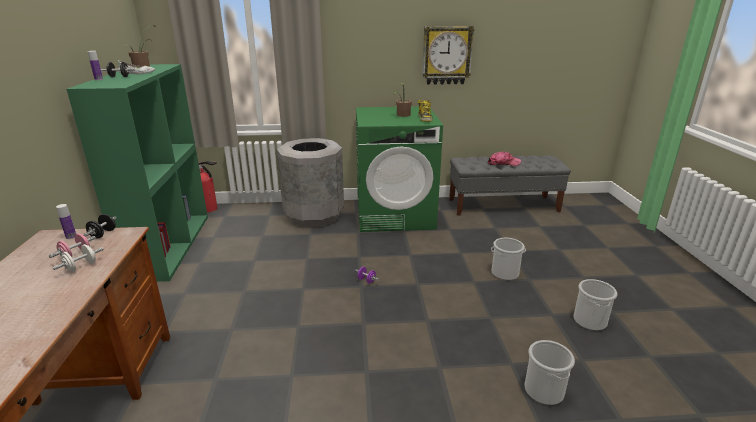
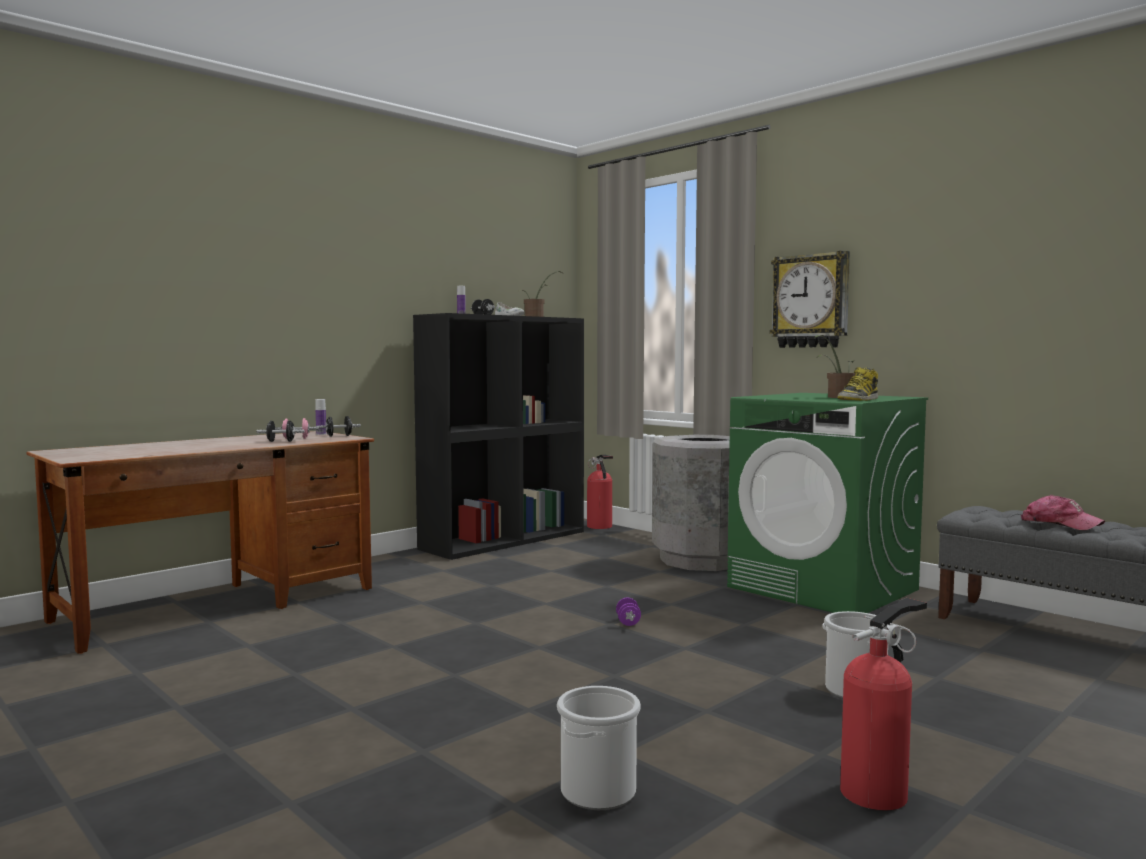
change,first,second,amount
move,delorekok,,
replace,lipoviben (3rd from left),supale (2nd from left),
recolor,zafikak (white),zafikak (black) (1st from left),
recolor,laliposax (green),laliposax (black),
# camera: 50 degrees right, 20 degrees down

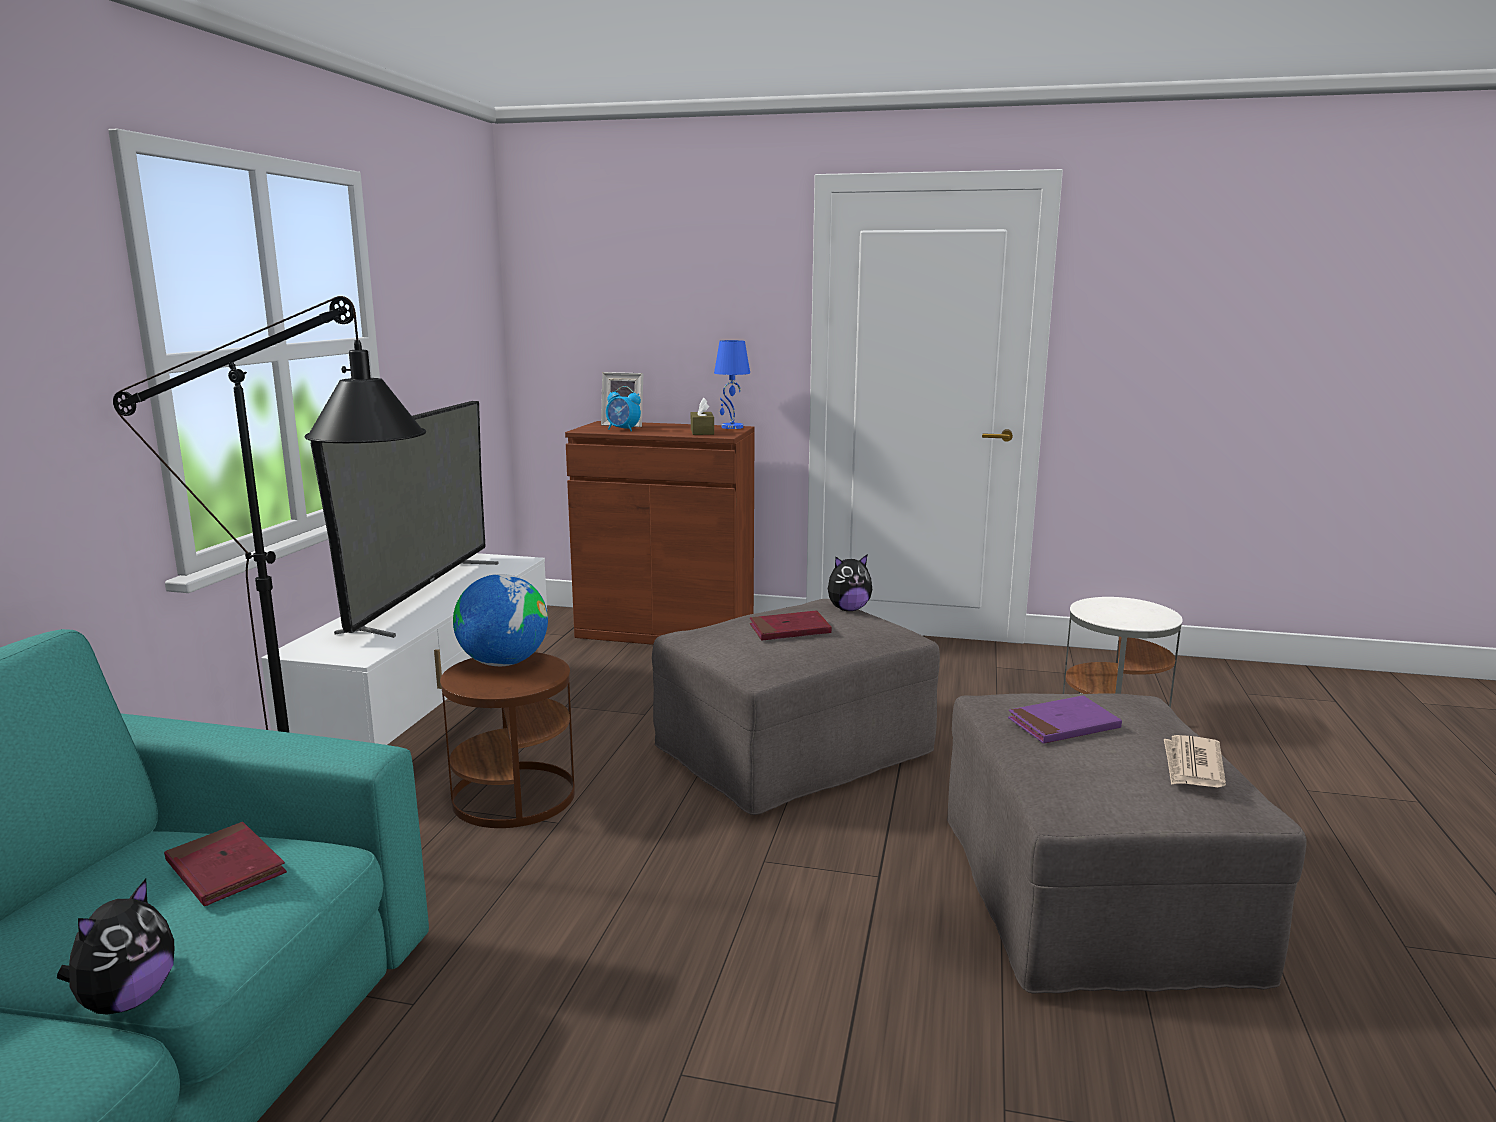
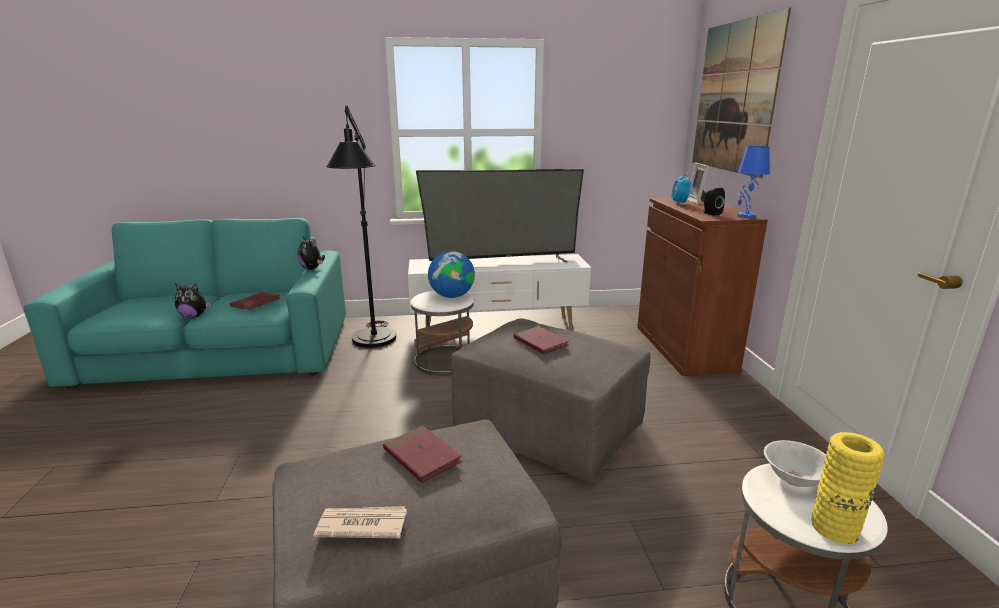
change,first,second,amount
insert,,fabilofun,
insert,,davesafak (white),
insert,,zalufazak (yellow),
move,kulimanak (2nd from left),,
replace,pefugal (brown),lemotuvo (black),
recolor,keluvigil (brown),keluvigil (white) (1st from left),
recolor,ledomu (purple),ledomu (red) (2nd from left),
# camera: 70 degrees right, 5 degrees up

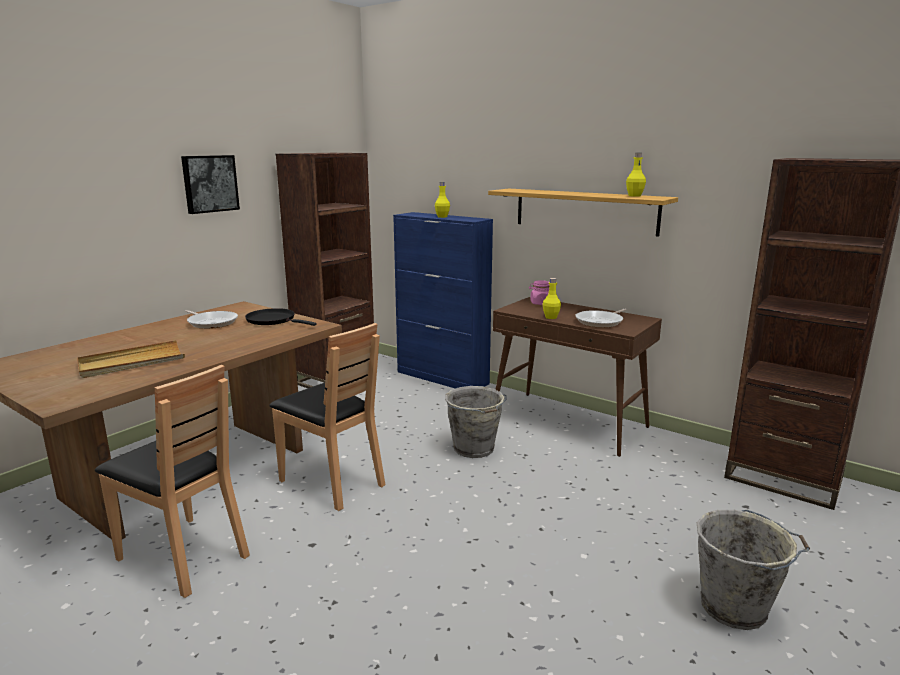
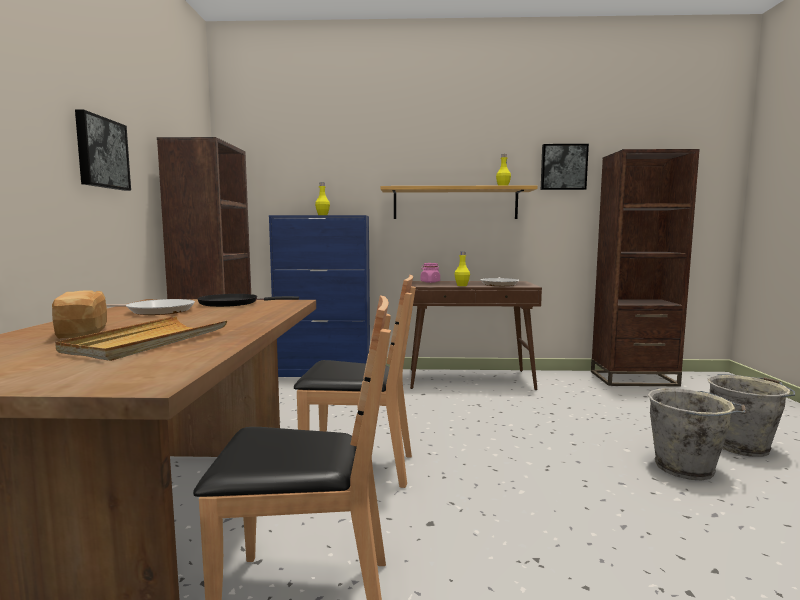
change,first,second,amount
insert,,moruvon,
insert,,fabilofun (2nd from left),
move,lipoviben (grey) (1st from left),,
# camera: 35 degrees left, 10 degrees down

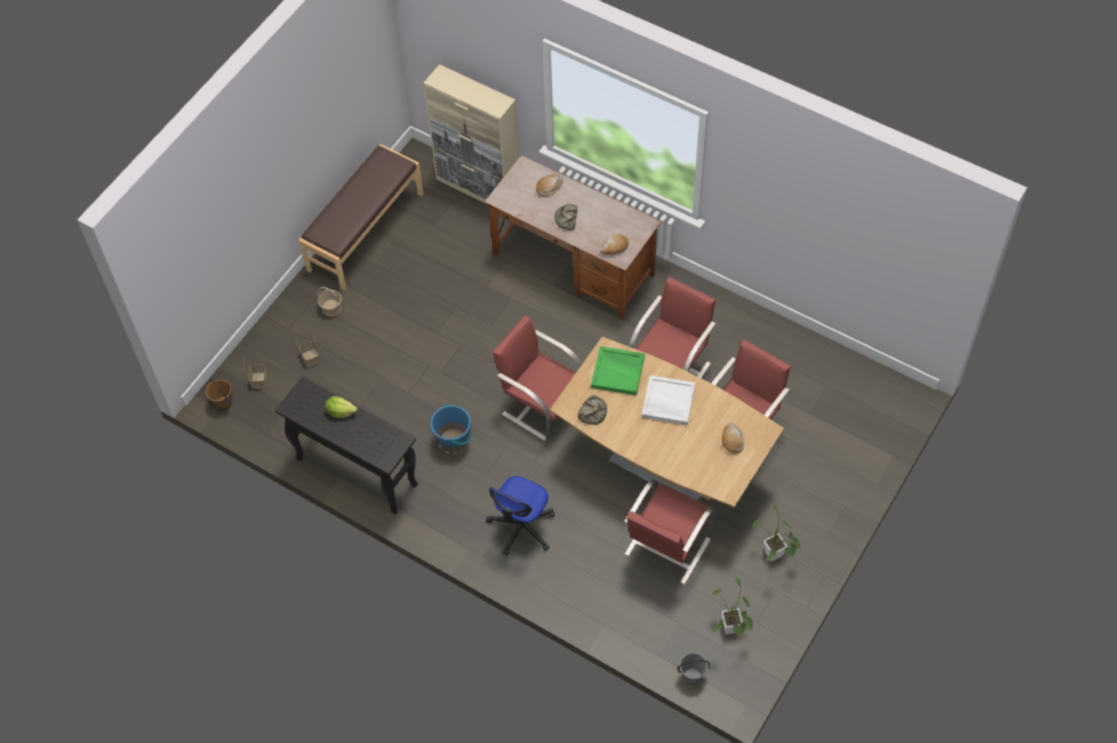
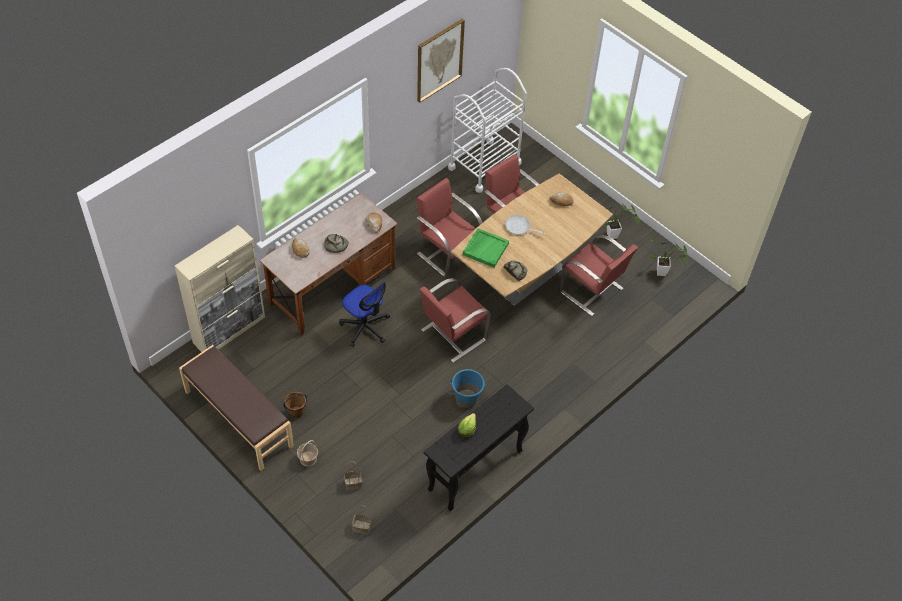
change,first,second,amount
delete,lipoviben (grey),,
insert,,fabilofun,
insert,,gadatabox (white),
move,lipoviben (brown),,
move,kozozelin,,
replace,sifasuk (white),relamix,
# camera: 80 degrees left, 5 degrees down

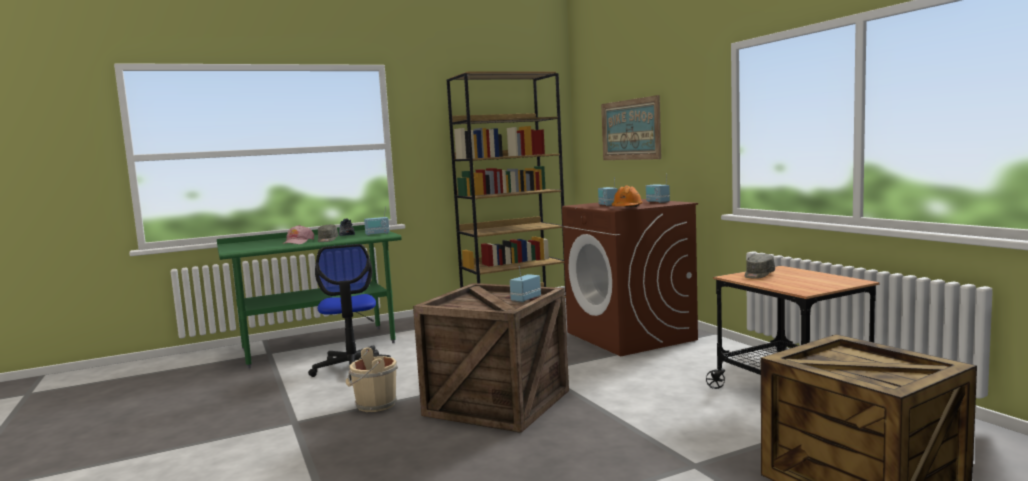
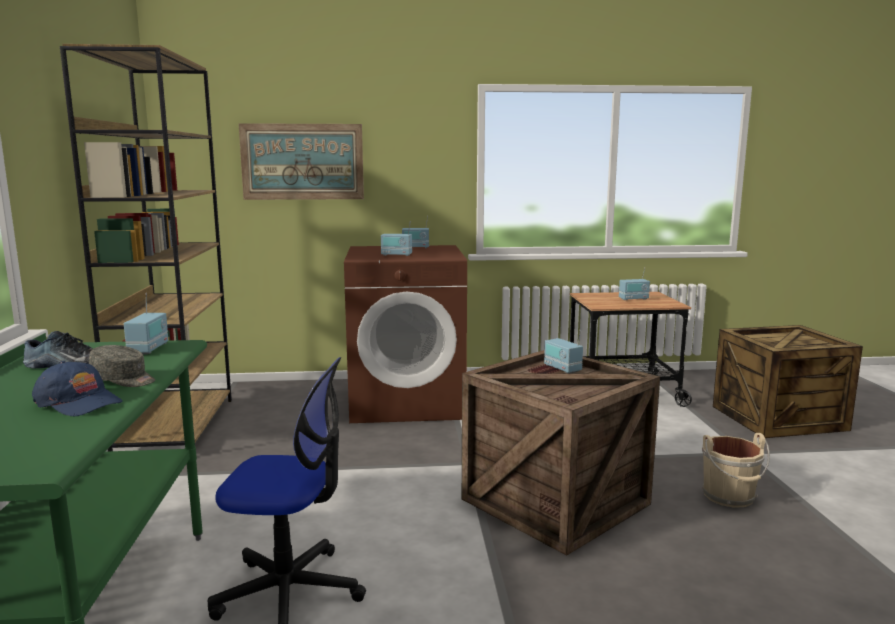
change,first,second,amount
delete,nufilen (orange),,
delete,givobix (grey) (2nd from left),,
insert,,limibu (5th from left),
move,lipoviben (beige),,
recolor,givobix (pink),givobix (blue),
# camera: 70 degrees left, 5 degrees up

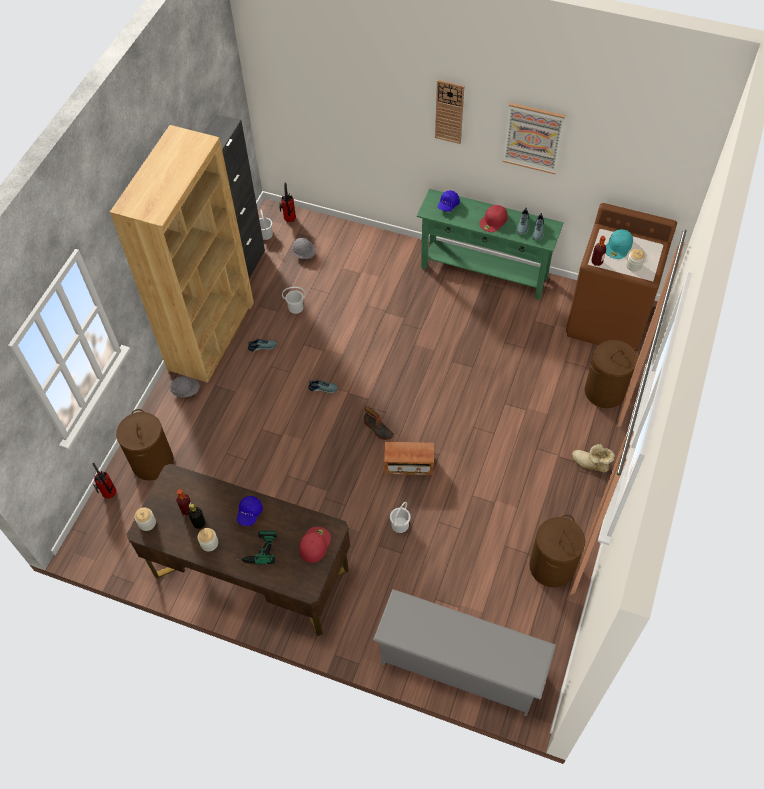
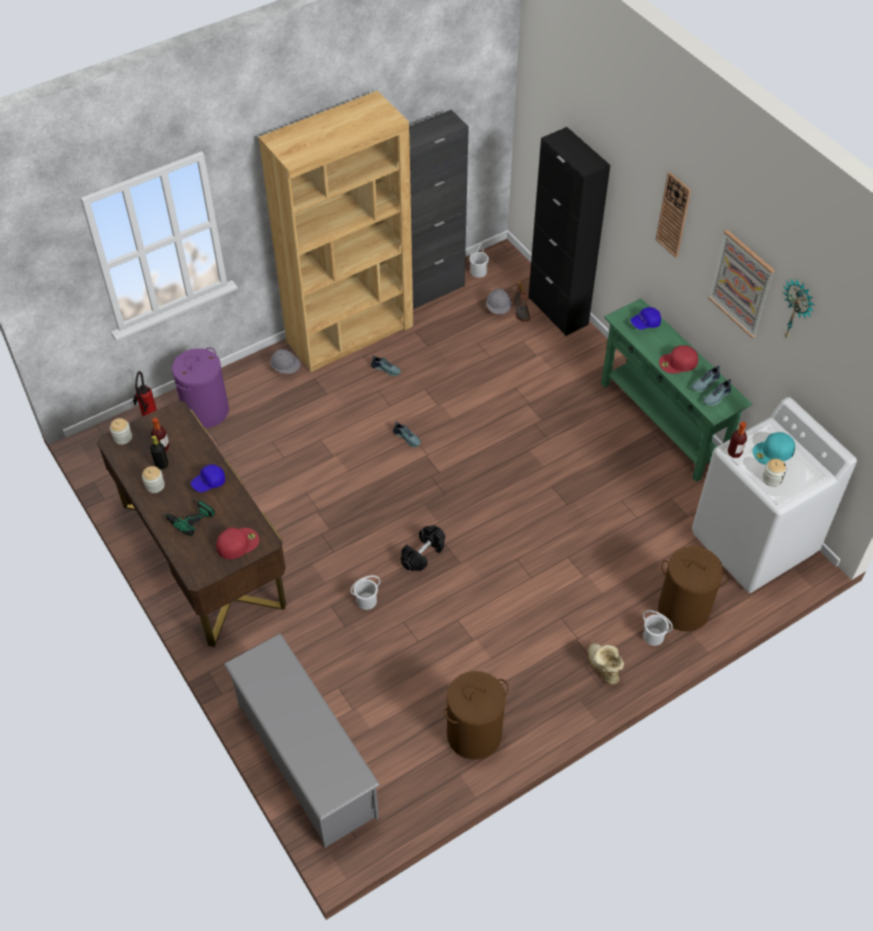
change,first,second,amount
delete,supale (2nd from left),,
insert,,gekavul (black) (2nd from left),
insert,,delorekok (2nd from left),
move,lipoviben (white) (2nd from left in the first image),lipoviben (white) (3rd from left),
move,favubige (1st from left),,
replace,limibu,zafikak (black),
recolor,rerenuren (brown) (1st from left),rerenuren (purple),
recolor,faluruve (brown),faluruve (white),
# camera: 35 degrees right, 5 degrees down

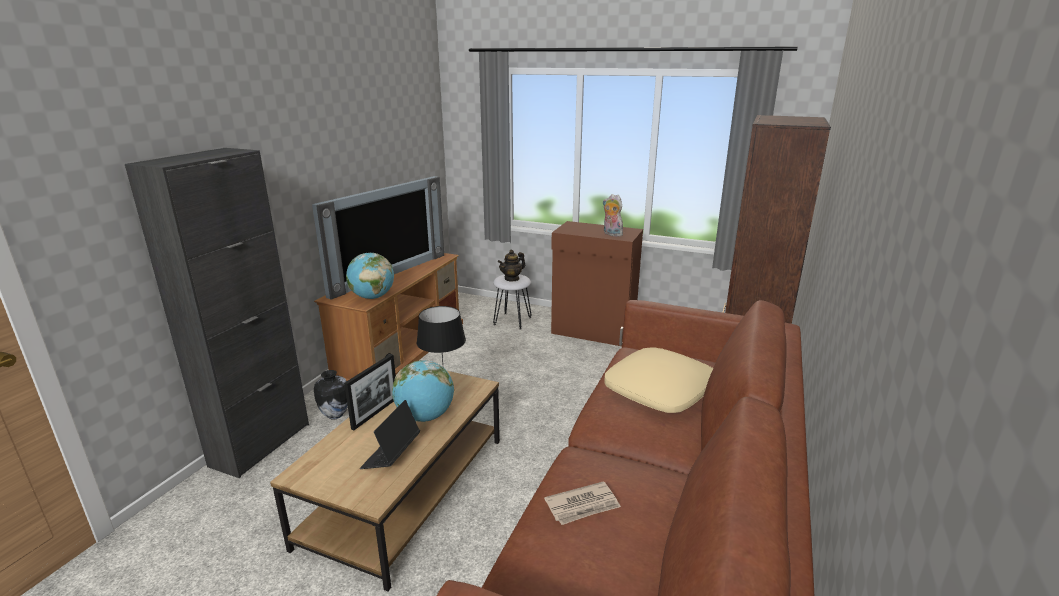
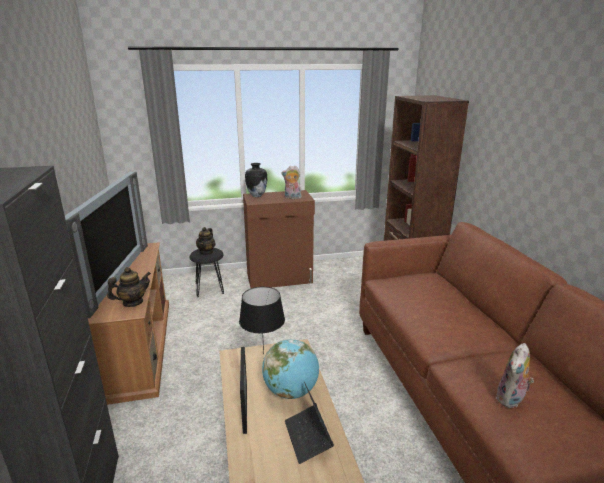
change,first,second,amount
delete,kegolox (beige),,
move,zalufazak,,
replace,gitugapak (1st from left),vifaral (1st from left),
replace,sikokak,kulimanak (2nd from left),
recolor,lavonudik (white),lavonudik (black),
# camera: 35 degrees left, 0 degrees up

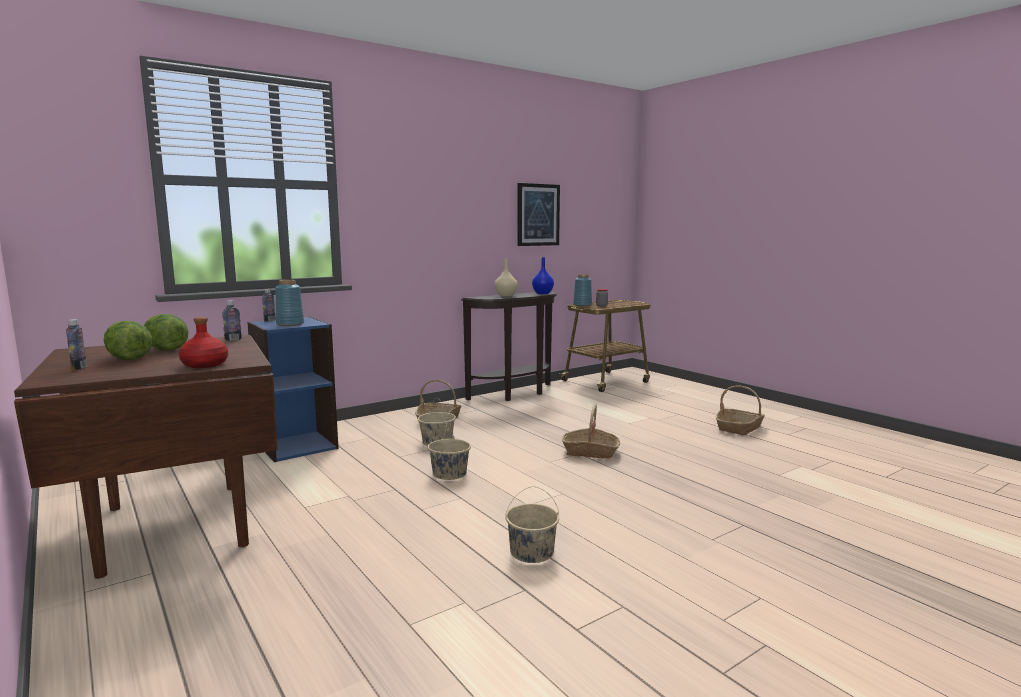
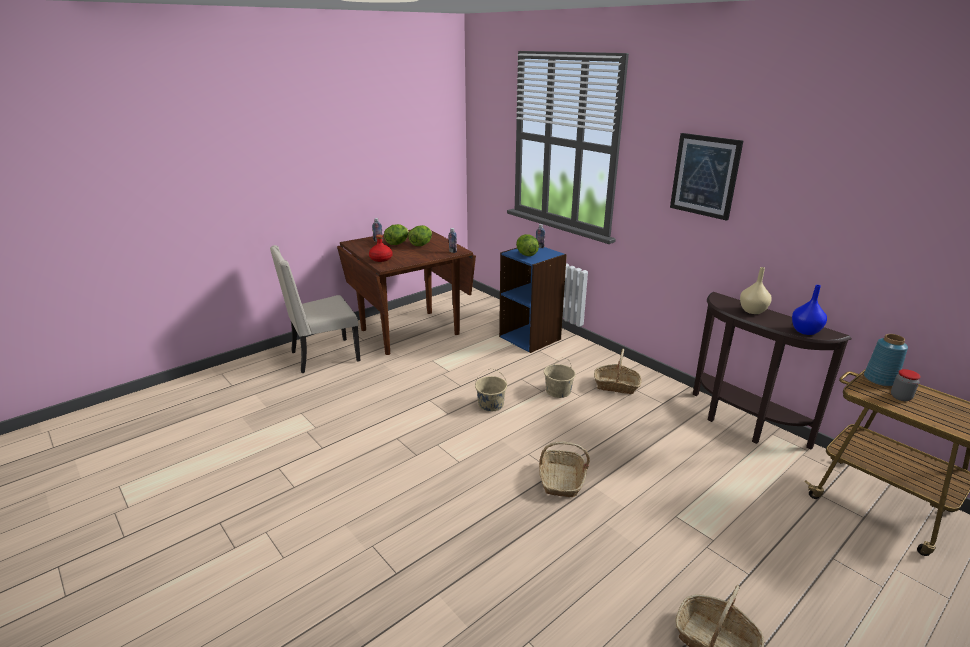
change,first,second,amount
delete,lipoviben (beige) (3rd from left),,
insert,,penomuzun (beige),
move,fabilofun,,
replace,zalufazak (blue) (1st from left),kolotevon (3rd from left),
# camera: 85 degrees right, 15 degrees up

